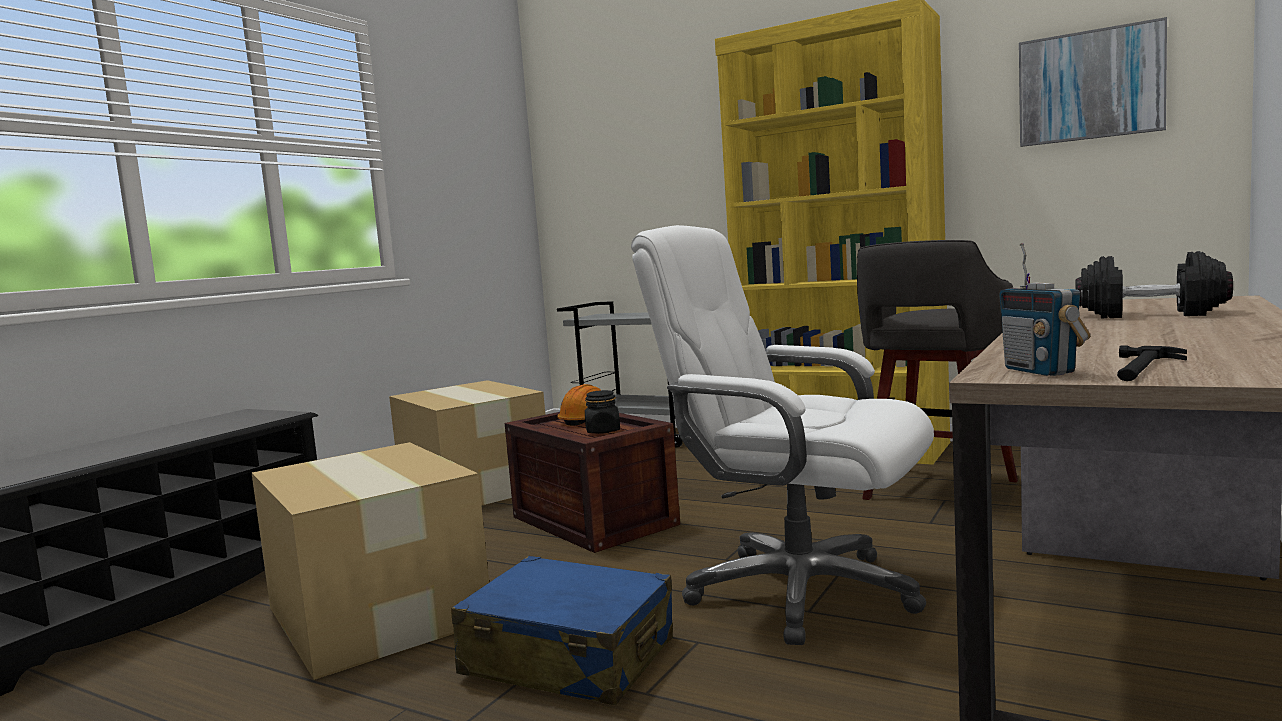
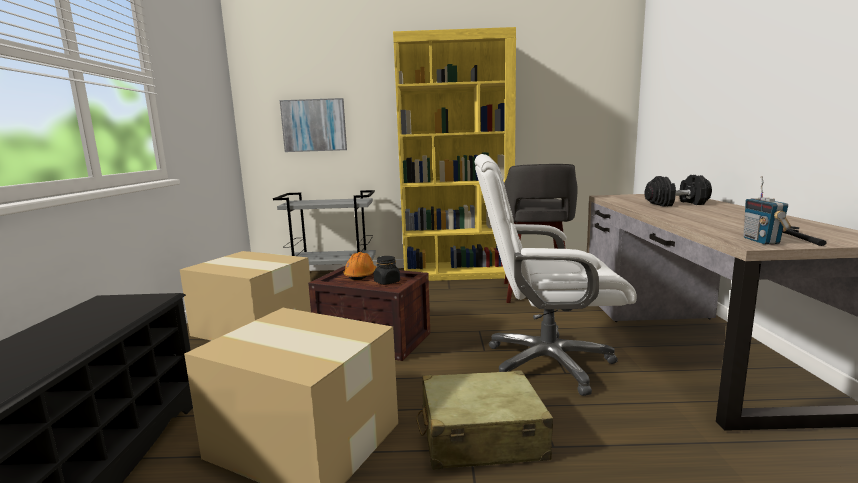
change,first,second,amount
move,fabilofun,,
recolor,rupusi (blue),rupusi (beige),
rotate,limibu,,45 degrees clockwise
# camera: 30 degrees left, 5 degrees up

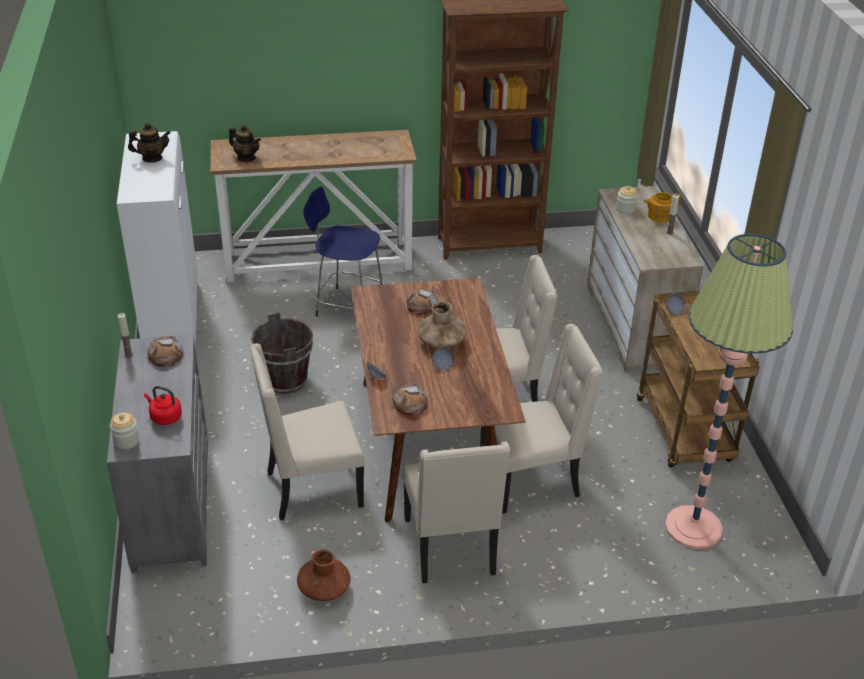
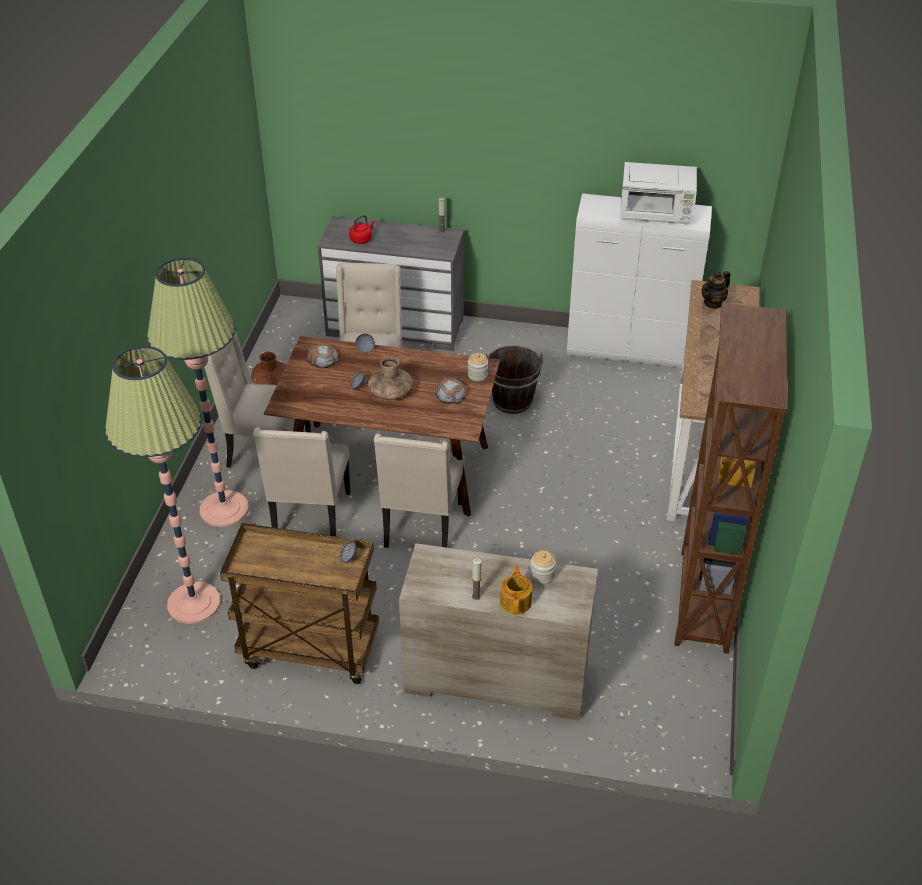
change,first,second,amount
delete,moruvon (1st from left),,
delete,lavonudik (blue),,
insert,,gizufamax (2nd from left),
move,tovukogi (1st from left),,
replace,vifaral (1st from left),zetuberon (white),
# camera: 110 degrees right, 5 degrees up

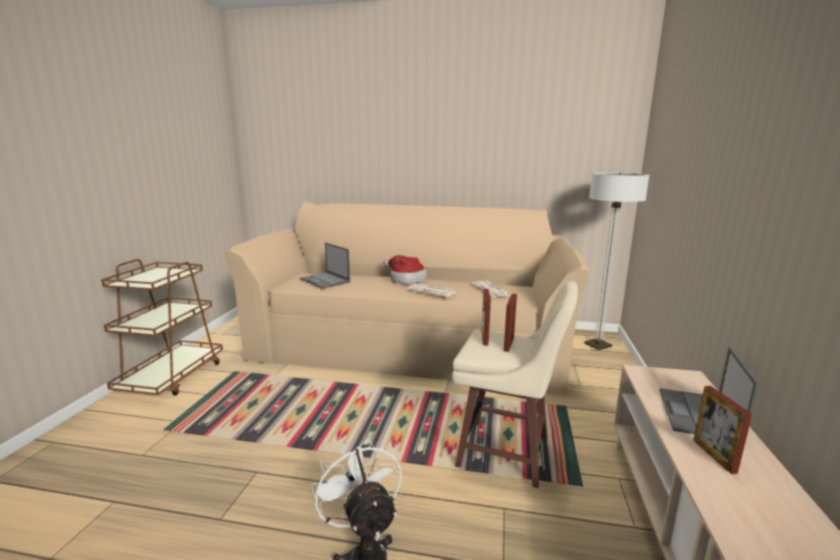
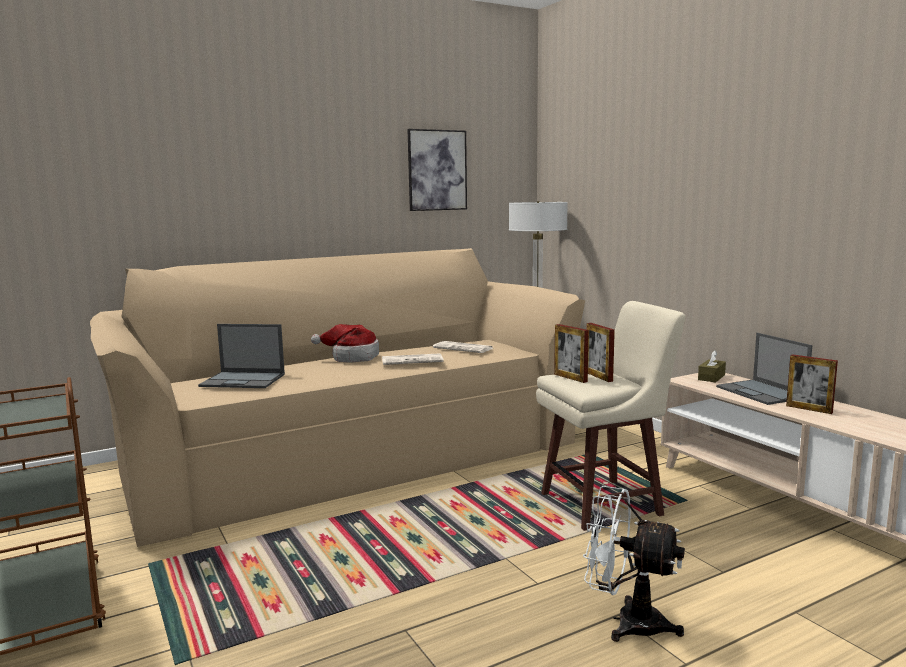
change,first,second,amount
insert,,fabilofun,
insert,,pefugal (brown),
# camera: 40 degrees left, 5 degrees down

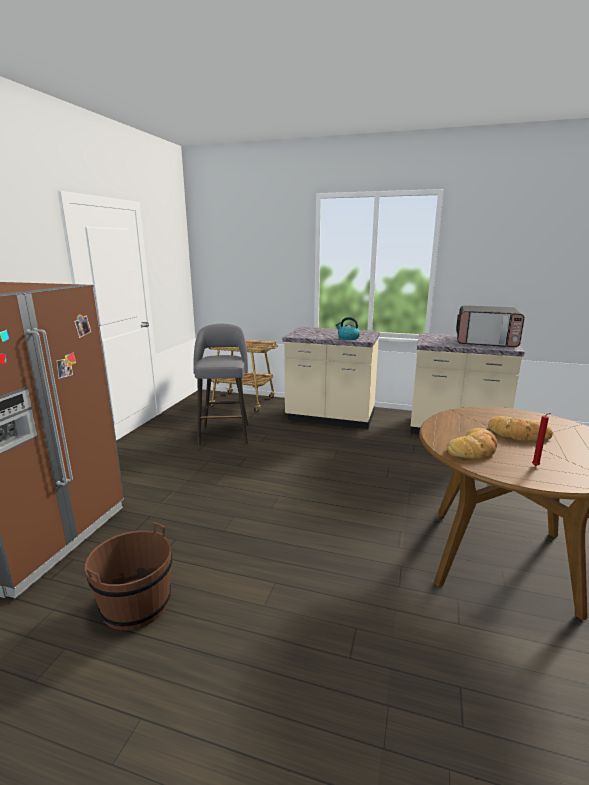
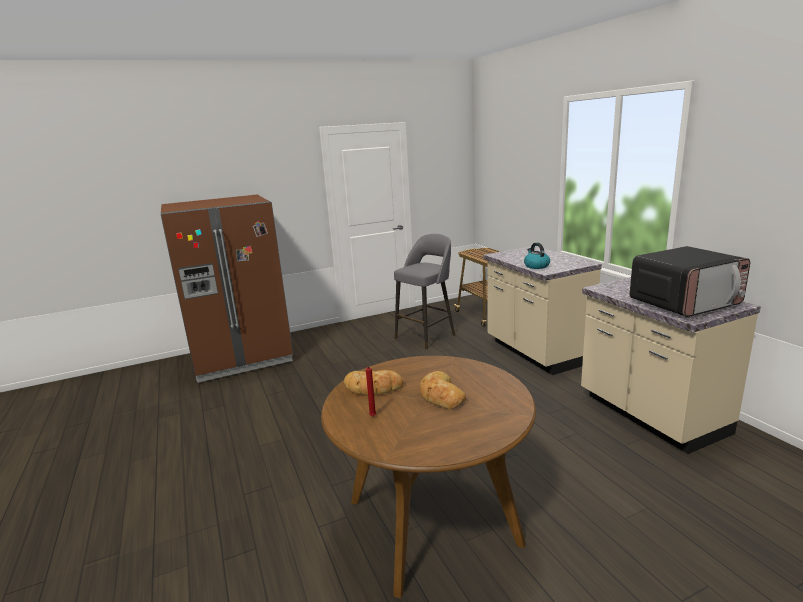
change,first,second,amount
delete,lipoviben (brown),,
rotate,zetuberon,,90 degrees counterclockwise
# camera: 50 degrees right, 0 degrees up

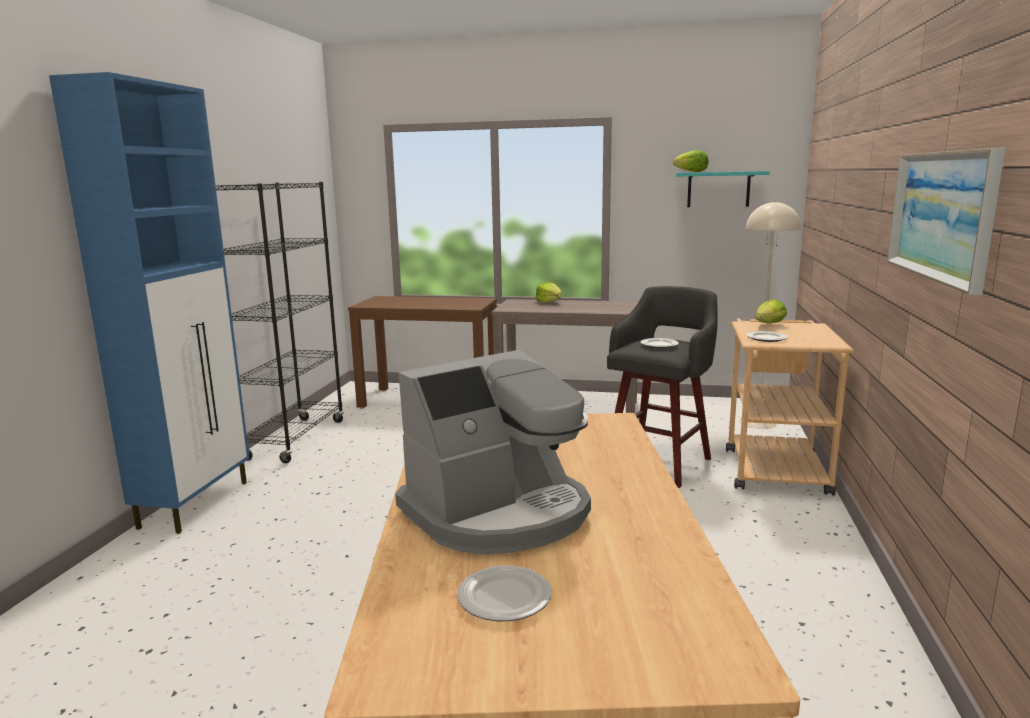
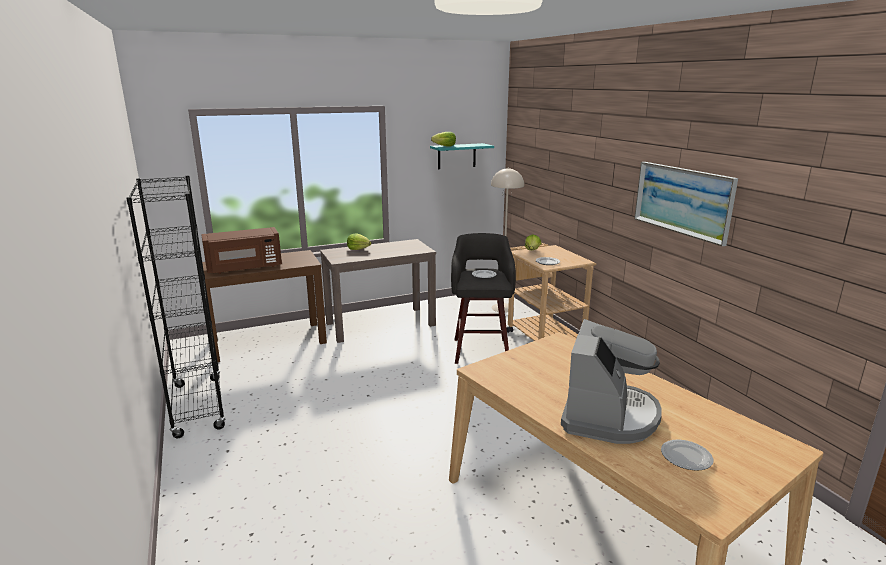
change,first,second,amount
delete,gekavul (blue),,
insert,,zetuberon (brown),
# camera: 35 degrees left, 5 degrees up

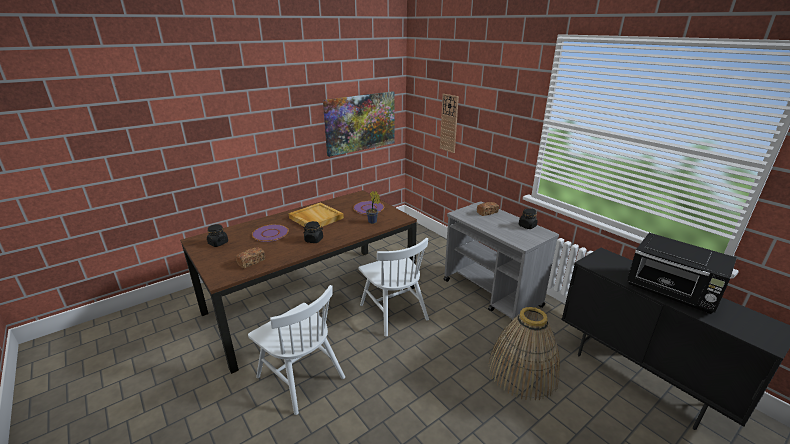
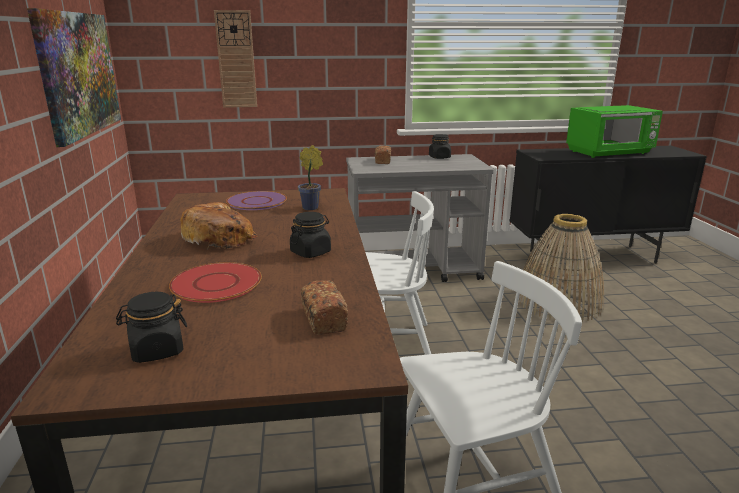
change,first,second,amount
replace,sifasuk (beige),moruvon (1st from left),
recolor,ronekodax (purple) (1st from left),ronekodax (red),
recolor,zetuberon (black),zetuberon (green),
# camera: 60 degrees left, 5 degrees down

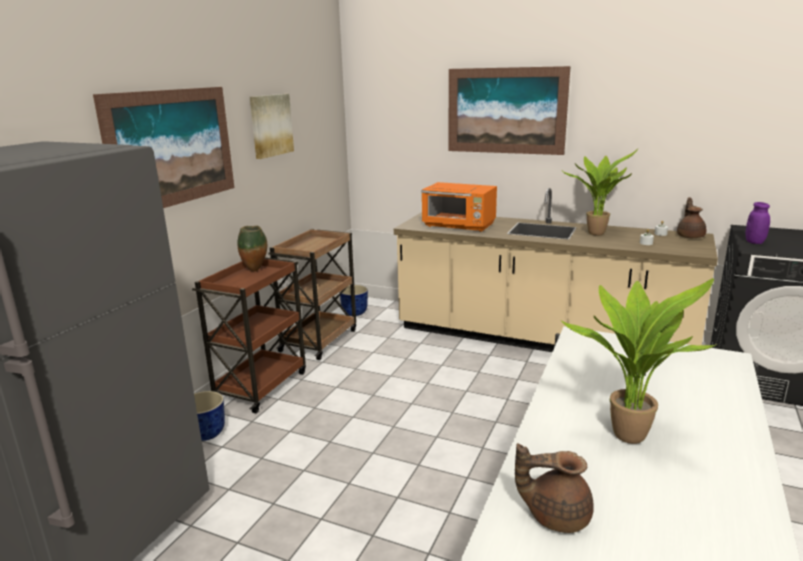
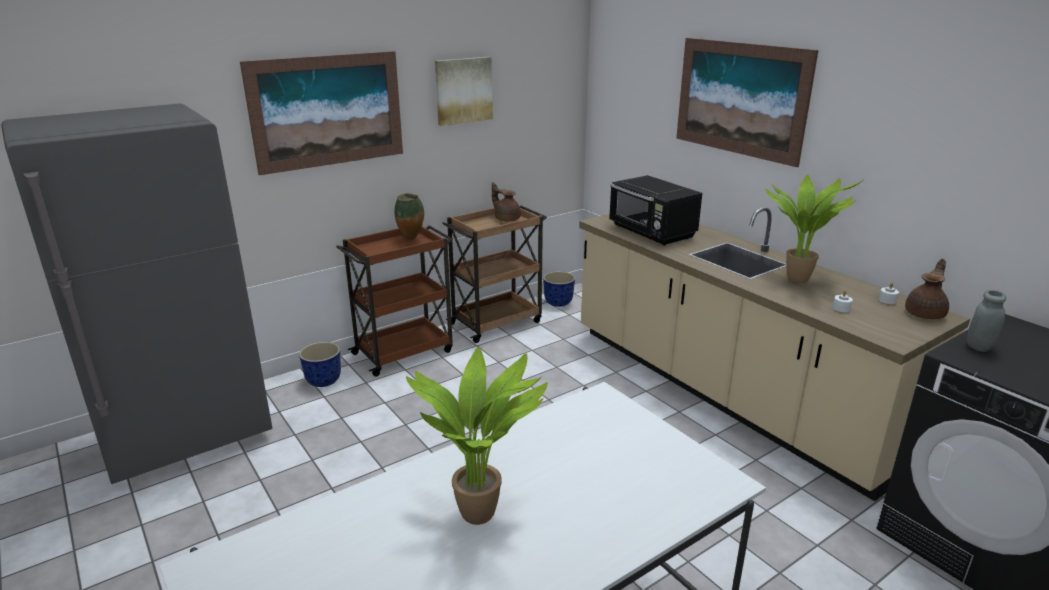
change,first,second,amount
move,vifaral (brown) (1st from left),,
recolor,zetuberon (orange),zetuberon (black),
recolor,tovukogi (purple),tovukogi (grey),
# camera: 30 degrees right, 5 degrees up

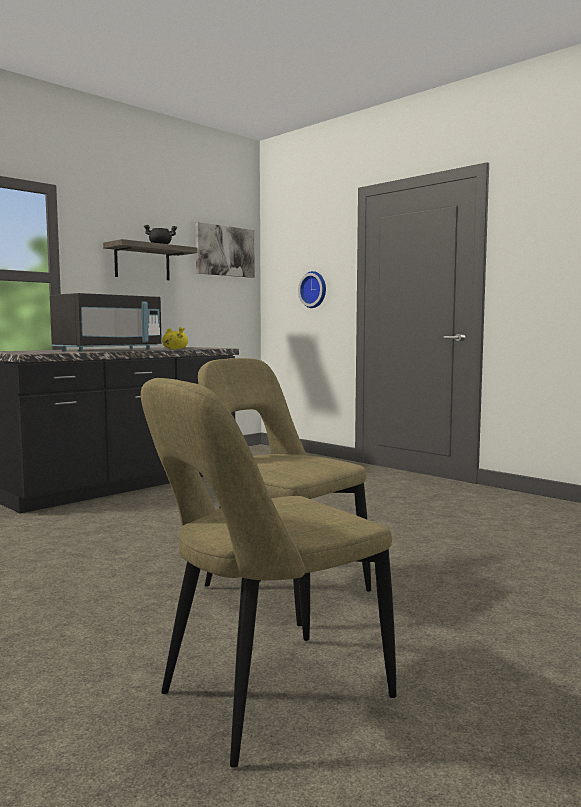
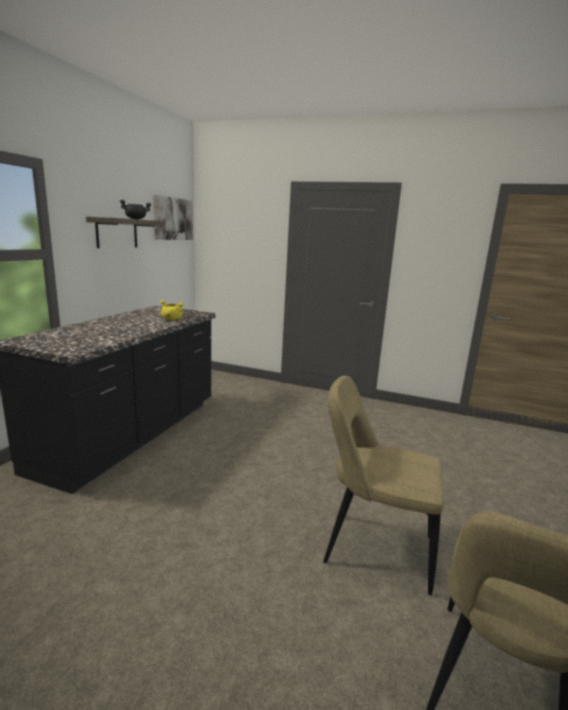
change,first,second,amount
delete,zetuberon (black),,
delete,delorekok,,
# camera: 25 degrees left, 10 degrees up

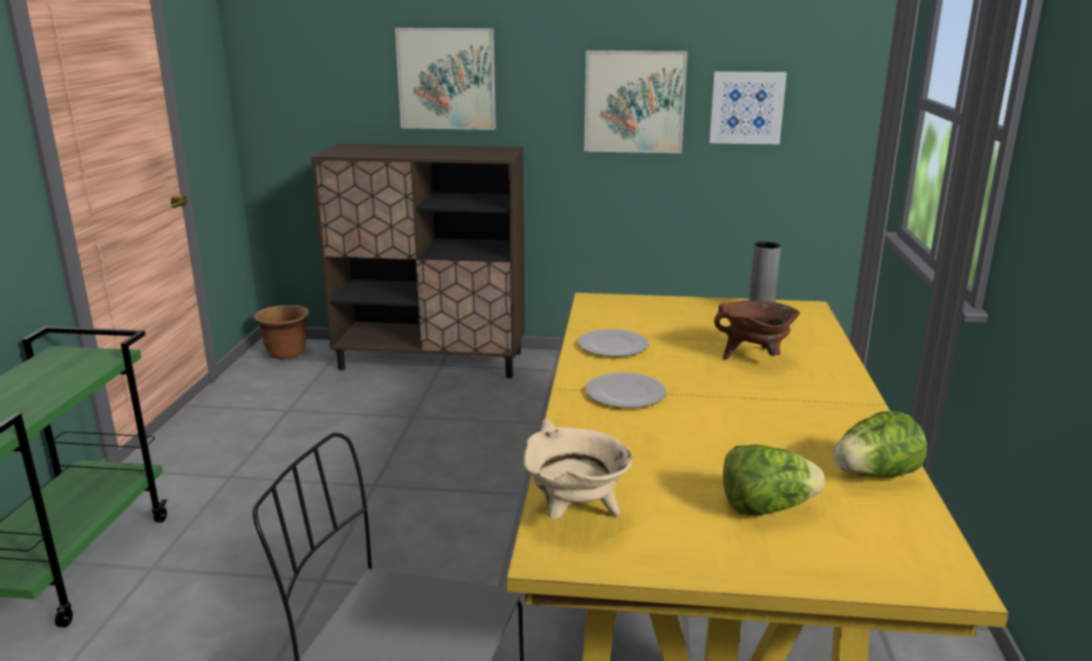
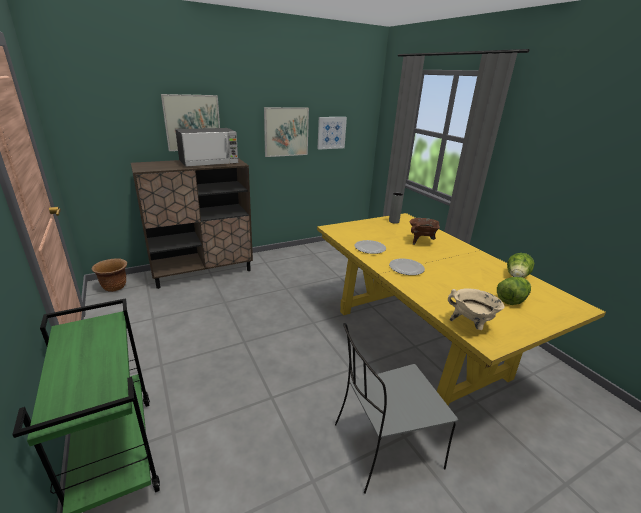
change,first,second,amount
insert,,zetuberon,
# camera: 35 degrees left, 5 degrees up

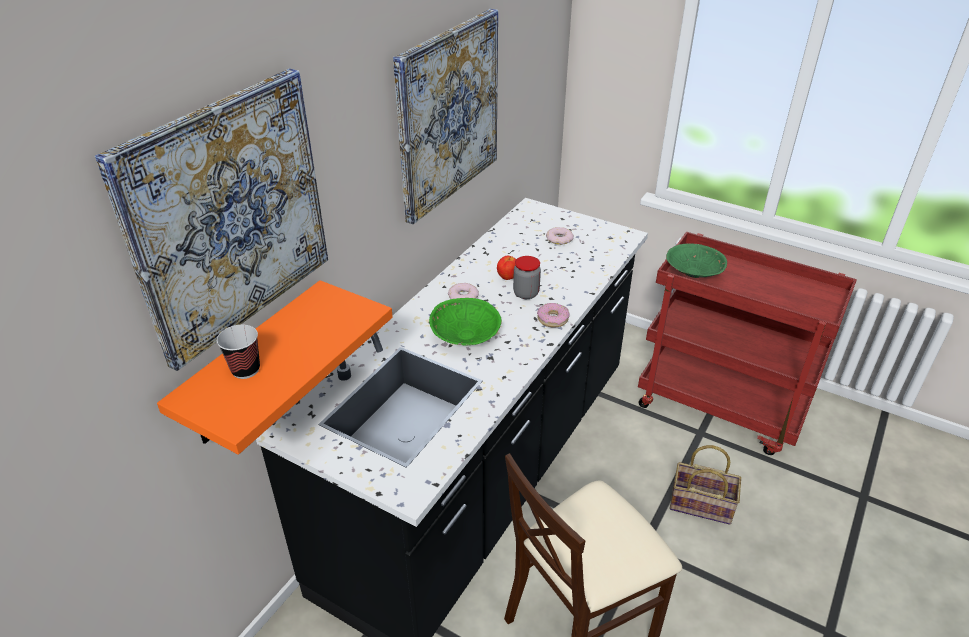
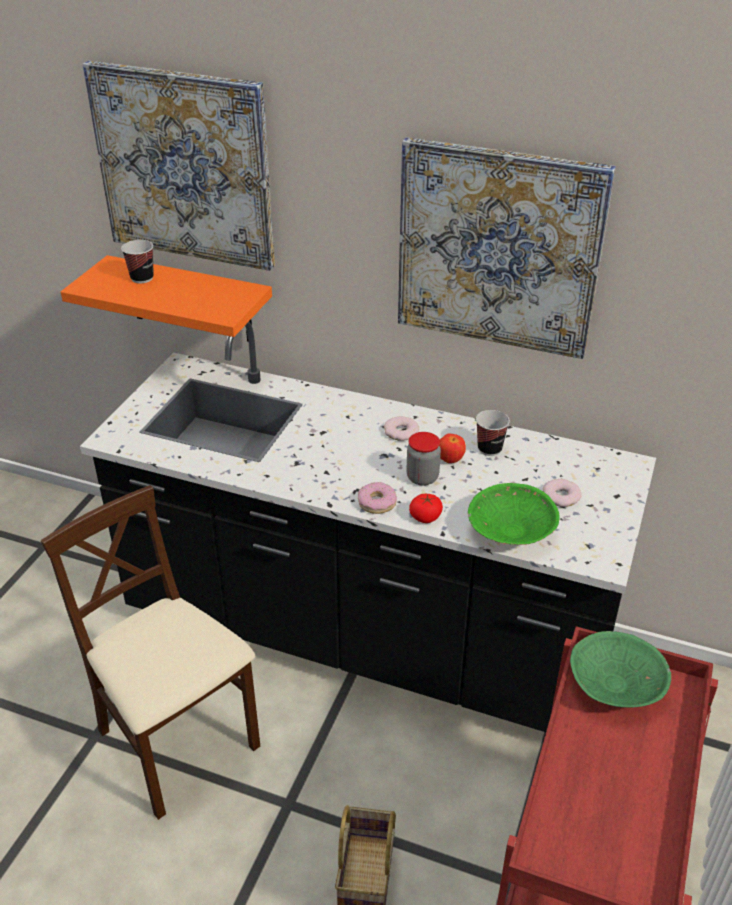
change,first,second,amount
insert,,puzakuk,
insert,,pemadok (2nd from left),
move,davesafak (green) (1st from left),,
# camera: 80 degrees right, 0 degrees up

